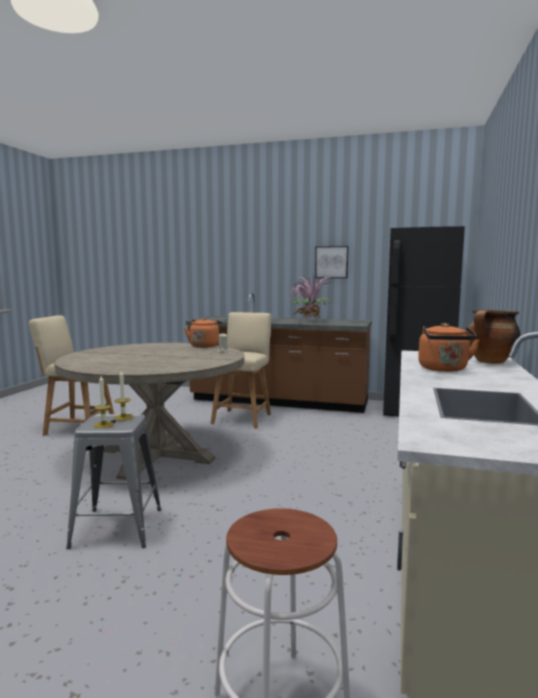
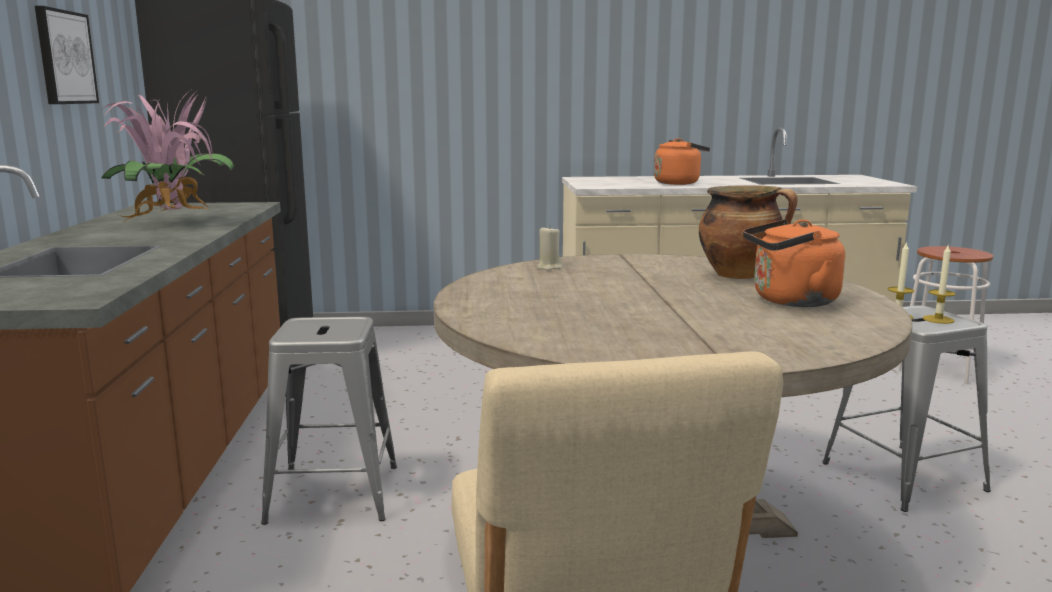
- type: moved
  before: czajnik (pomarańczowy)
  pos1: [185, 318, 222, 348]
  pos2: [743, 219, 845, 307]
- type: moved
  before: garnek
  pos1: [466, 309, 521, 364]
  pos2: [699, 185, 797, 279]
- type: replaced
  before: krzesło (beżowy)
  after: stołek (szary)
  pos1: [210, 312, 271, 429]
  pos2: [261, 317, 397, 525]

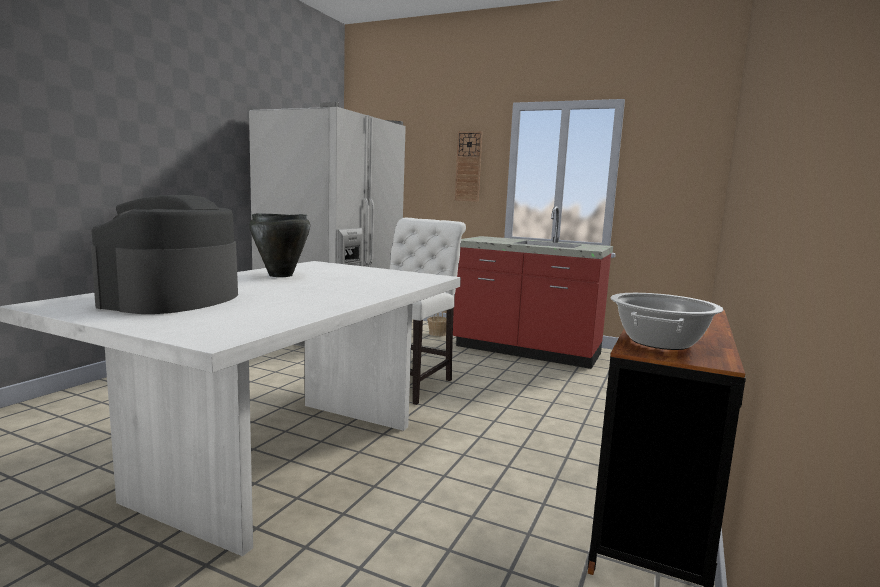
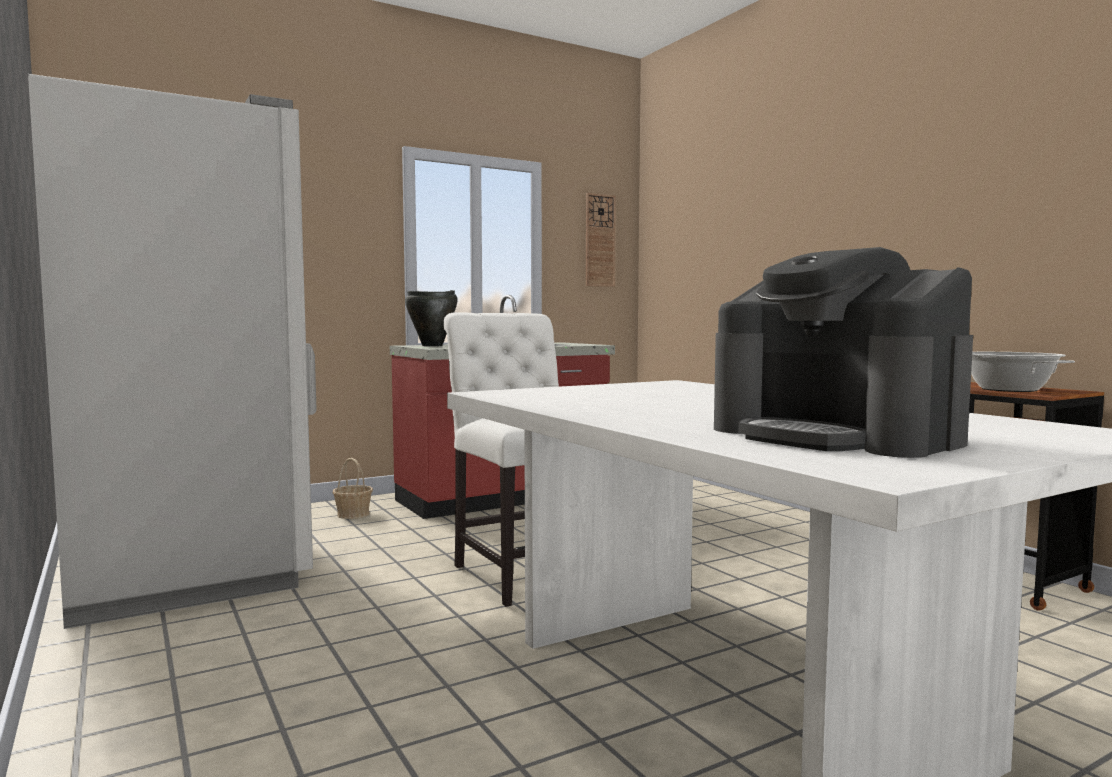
- type: moved
  before: garnek (czarny)
  pos1: [249, 213, 310, 277]
  pos2: [405, 290, 458, 346]
- type: moved
  before: zegar ścienny
  pos1: [455, 131, 483, 202]
  pos2: [586, 193, 616, 287]

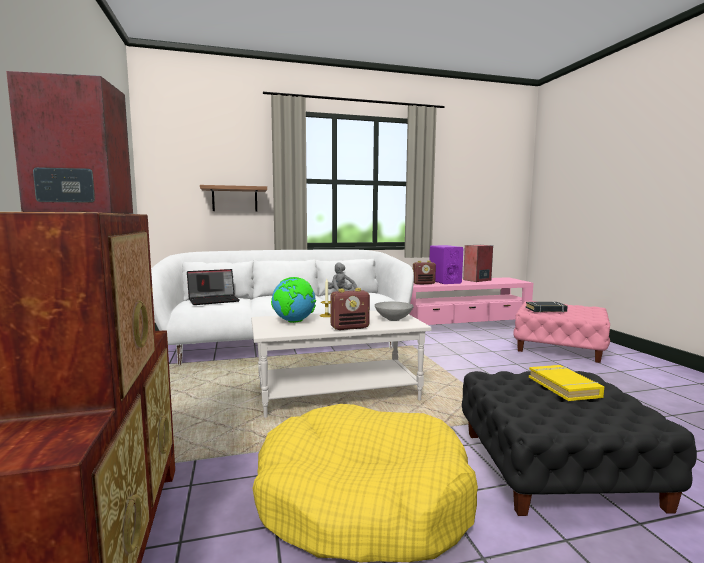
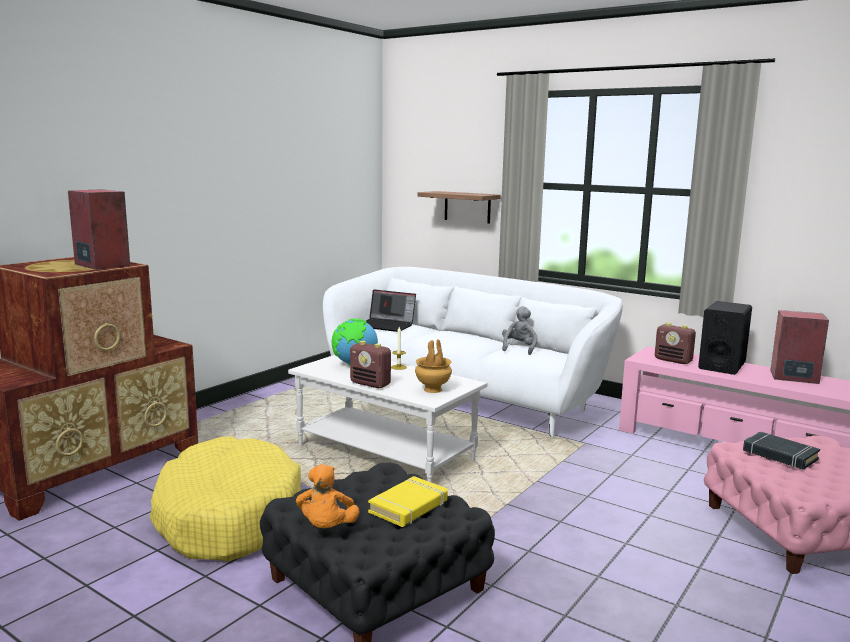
- type: added
  after: pluszak (pomarańczowy)
  pos2: [296, 464, 360, 528]
- type: replaced
  before: miska (szary)
  after: wazon (brązowy)
  pos1: [375, 302, 414, 321]
  pos2: [415, 339, 452, 393]
- type: recoloured
  before: głośnik (fioletowy)
  after: głośnik (czarny)
  pos1: [429, 245, 463, 284]
  pos2: [698, 301, 752, 375]

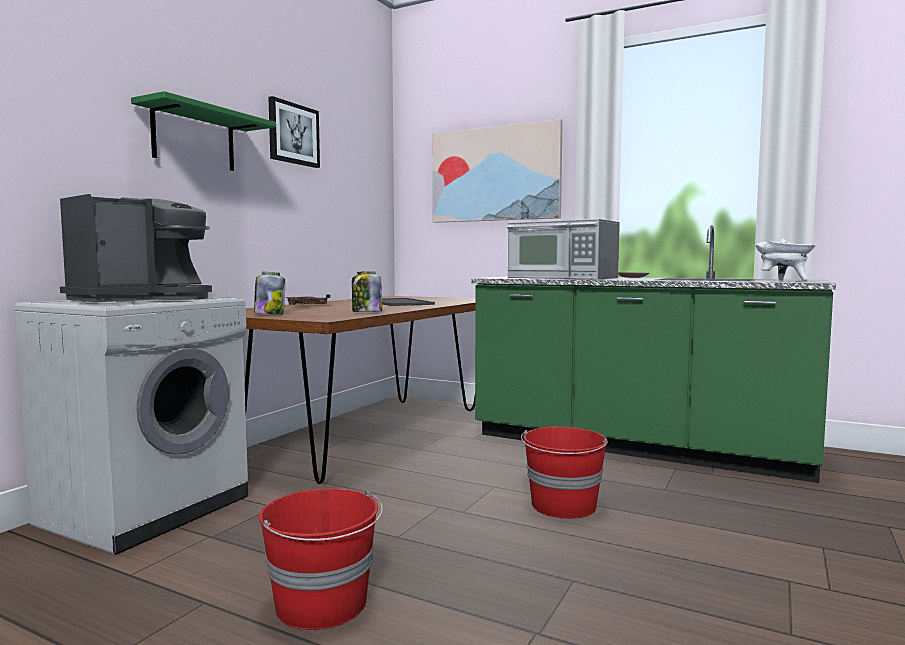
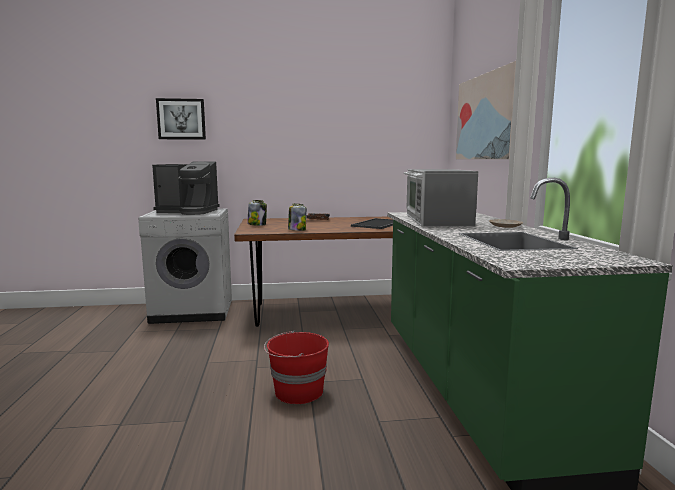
- type: removed
  before: półka (zielony)
  pos1: [131, 91, 276, 171]
- type: removed
  before: wiadro (czerwony)
  pos1: [259, 488, 383, 630]
- type: removed
  before: garnek (biały)
  pos1: [755, 239, 816, 281]
- type: moved
  before: obraz
  pos1: [268, 96, 320, 168]
  pos2: [156, 98, 206, 140]

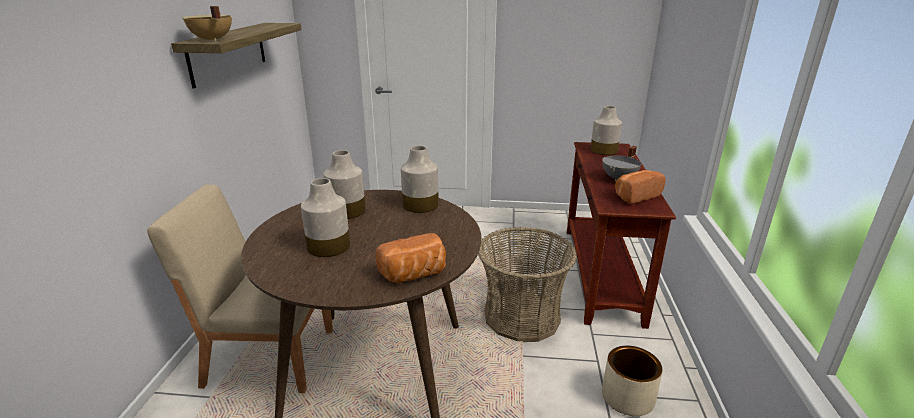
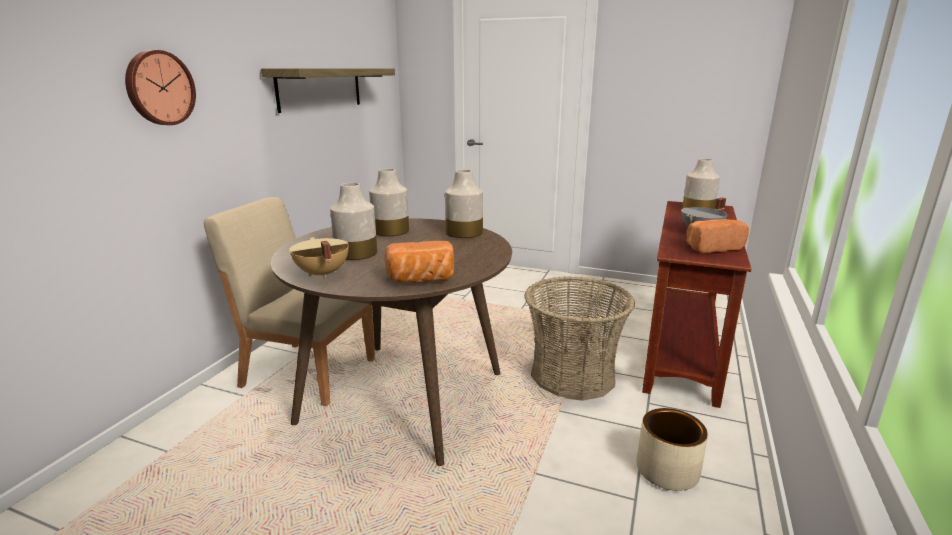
- type: added
  after: zegar ścienny
  pos2: [125, 50, 196, 125]
- type: moved
  before: garnek (beżowy)
  pos1: [183, 6, 232, 42]
  pos2: [289, 237, 349, 279]

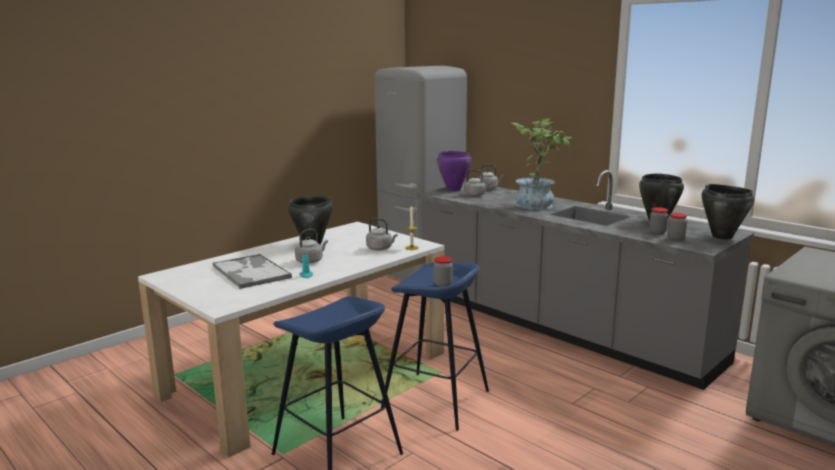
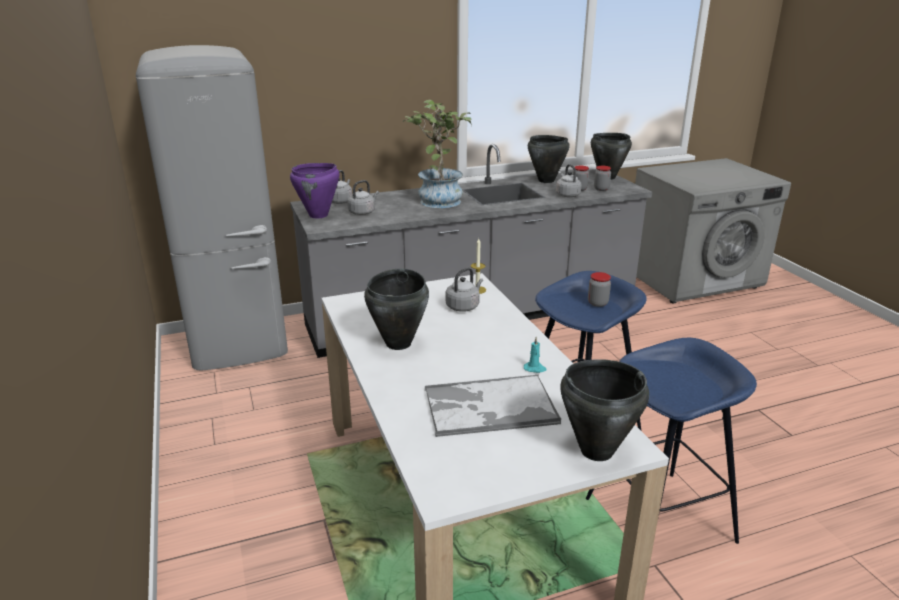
- type: added
  after: garnek (czarny)
  pos2: [560, 359, 649, 461]
- type: moved
  before: czajnik (szary)
  pos1: [295, 229, 328, 264]
  pos2: [556, 164, 581, 197]

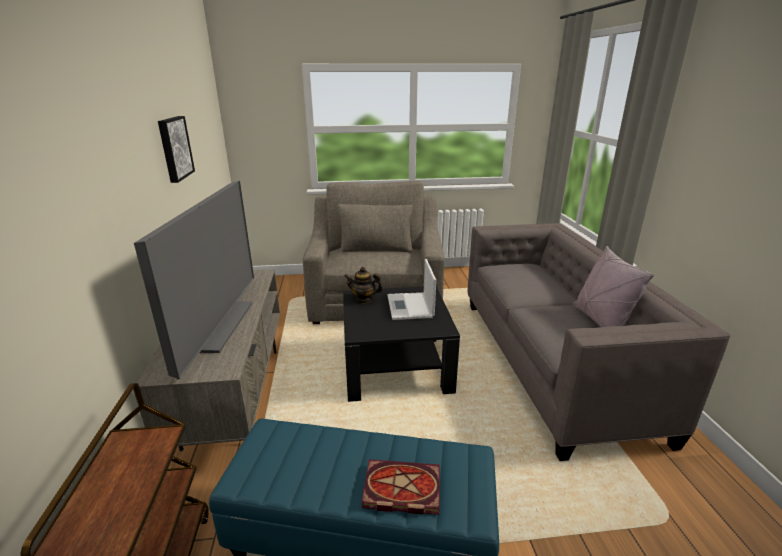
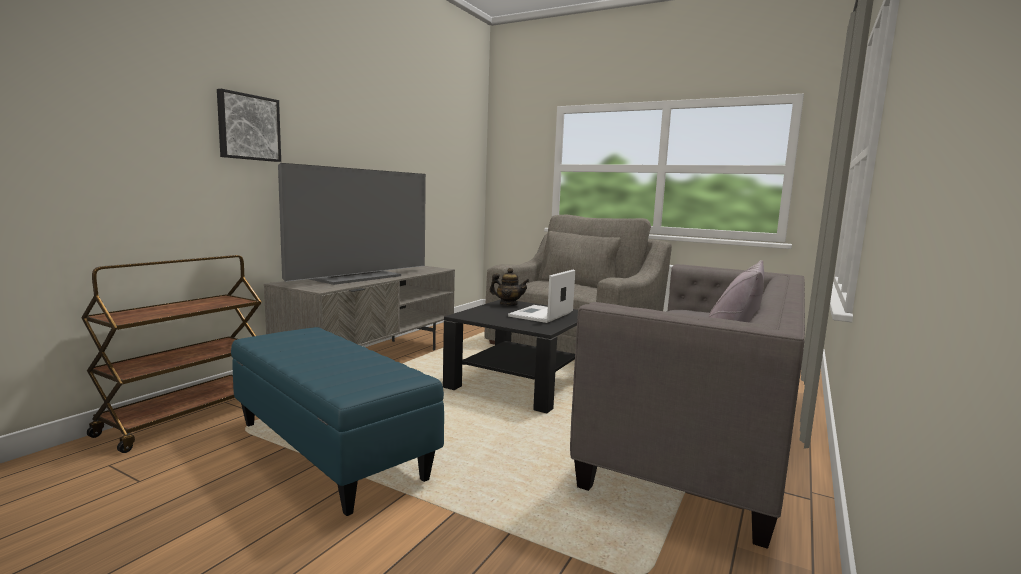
- type: removed
  before: książka
  pos1: [361, 459, 440, 515]
- type: moved
  before: obraz
  pos1: [158, 116, 195, 183]
  pos2: [217, 89, 281, 162]
- type: turned
  before: imbryk
  pos1: [345, 267, 383, 303]
  pos2: [490, 268, 529, 306]
  turn: 150

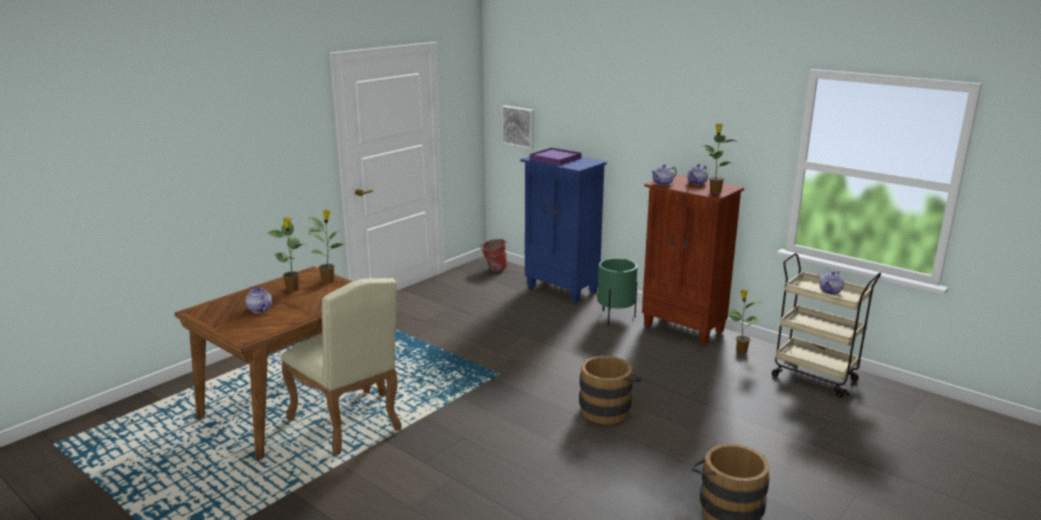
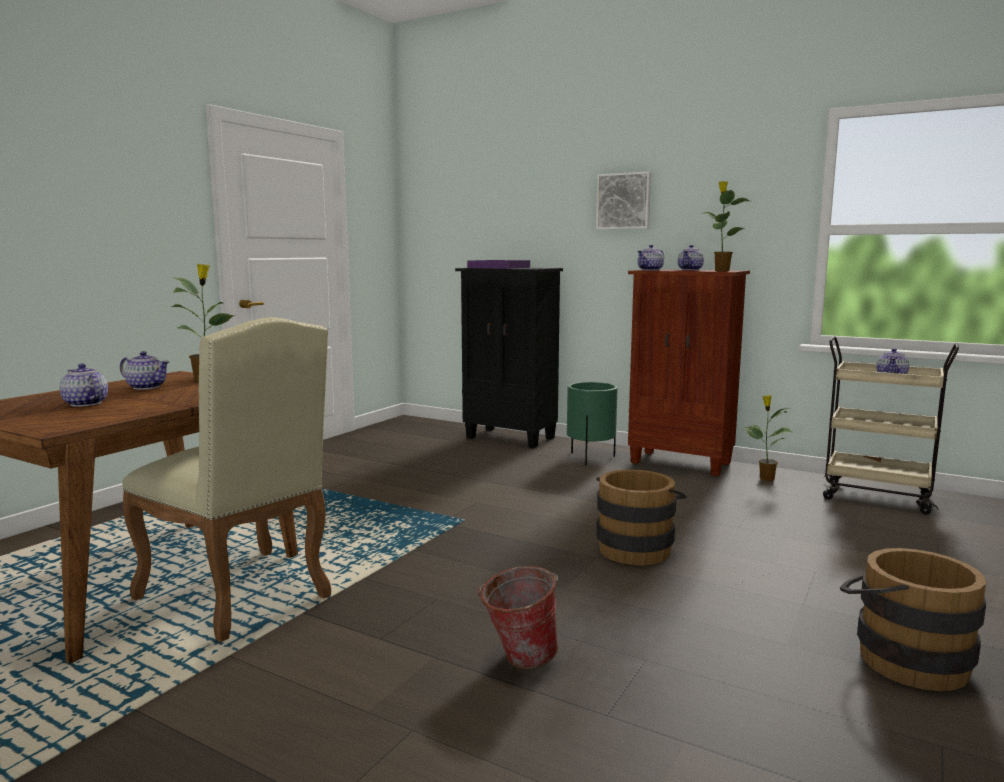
- type: moved
  before: wiadro
  pos1: [480, 239, 508, 272]
  pos2: [477, 566, 559, 669]
- type: moved
  before: obraz
  pos1: [502, 105, 534, 149]
  pos2: [596, 172, 651, 230]
- type: replaced
  before: roślina doniczkowa
  after: imbryk
  pos1: [267, 217, 307, 292]
  pos2: [120, 351, 169, 390]
- type: recoloured
  before: szafka (niebieski)
  after: szafka (czarny)
  pos1: [520, 157, 607, 303]
  pos2: [455, 268, 563, 448]

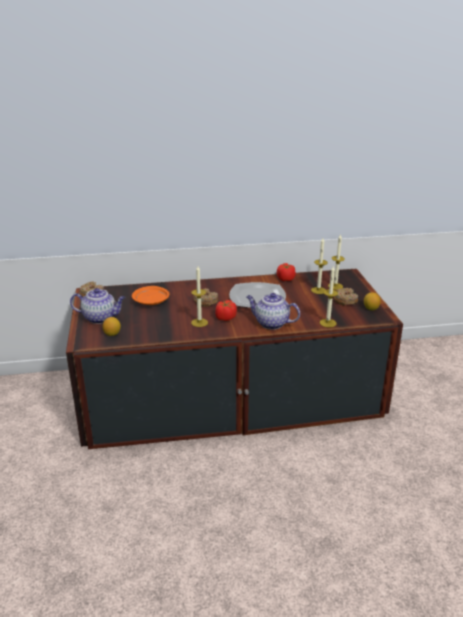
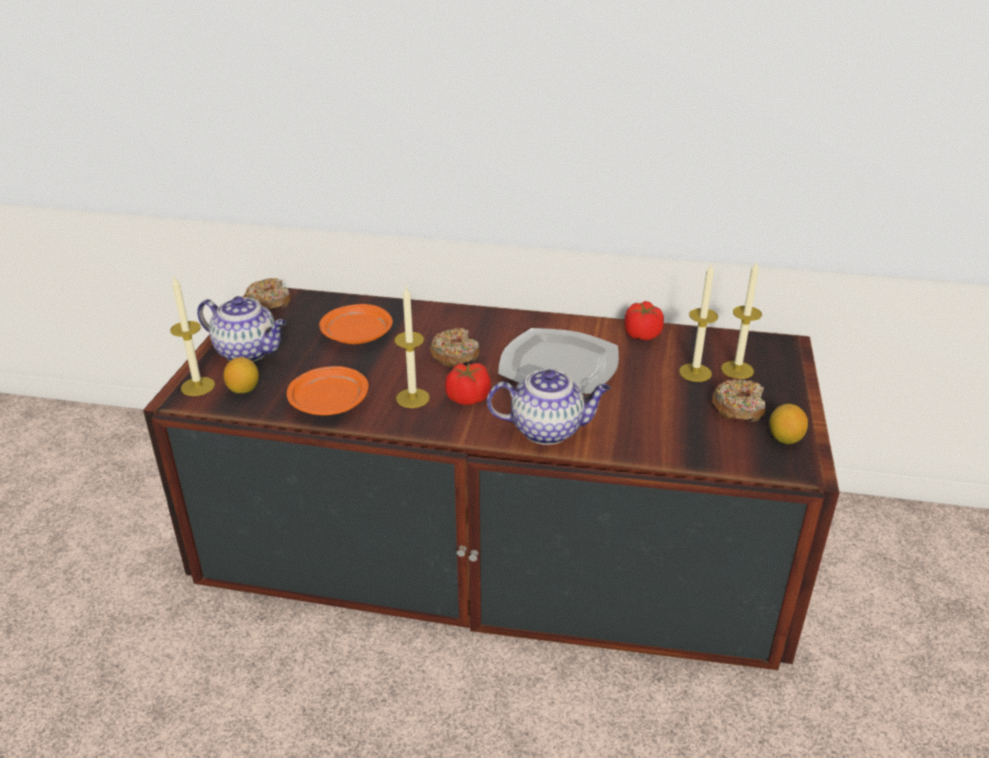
- type: added
  after: talerz (pomarańczowy)
  pos2: [287, 366, 369, 416]
- type: moved
  before: świeca
  pos1: [320, 266, 338, 327]
  pos2: [170, 277, 215, 396]
- type: turned
  before: imbryk
  pos1: [246, 293, 300, 330]
  pos2: [487, 369, 610, 445]
  turn: 135

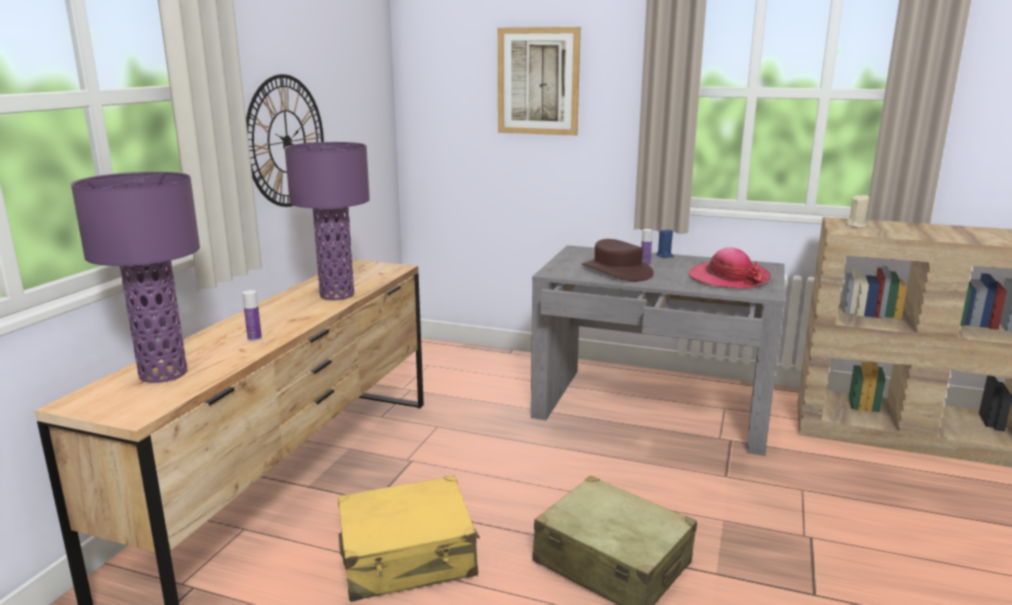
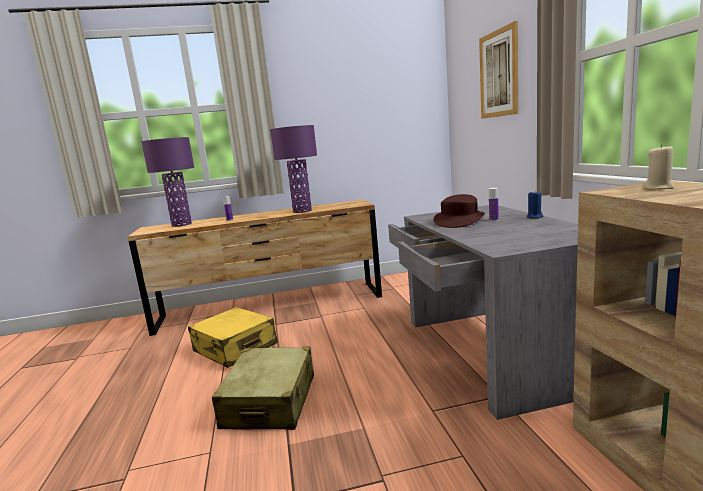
- type: removed
  before: zegar ścienny
  pos1: [246, 74, 324, 207]
- type: removed
  before: kapelusz
  pos1: [688, 247, 771, 288]

